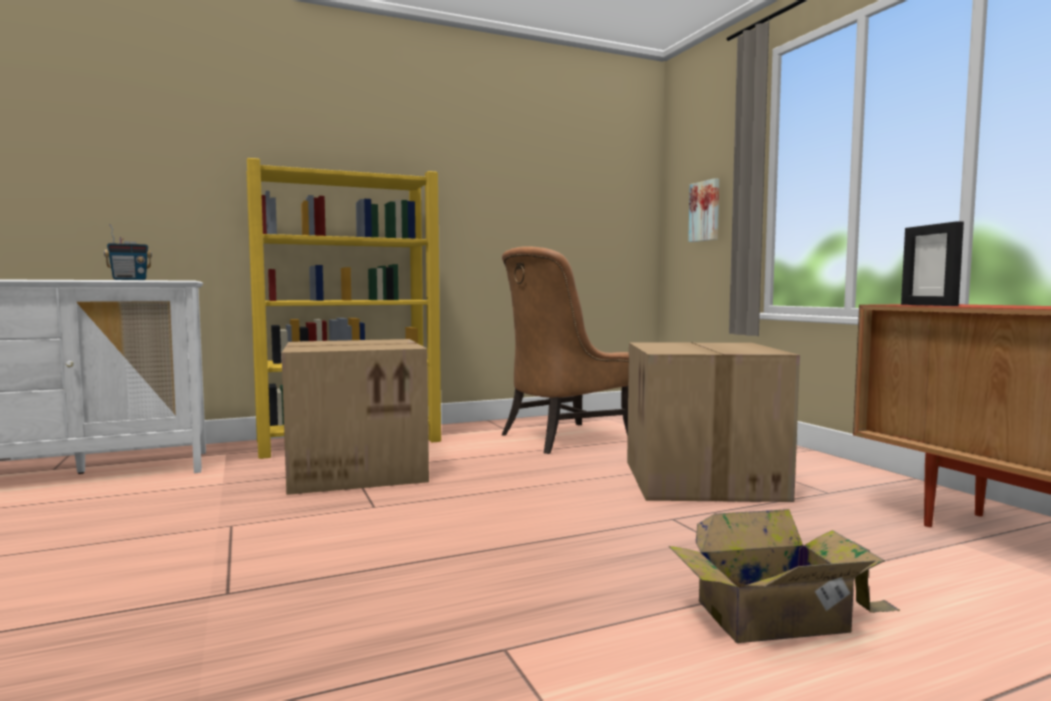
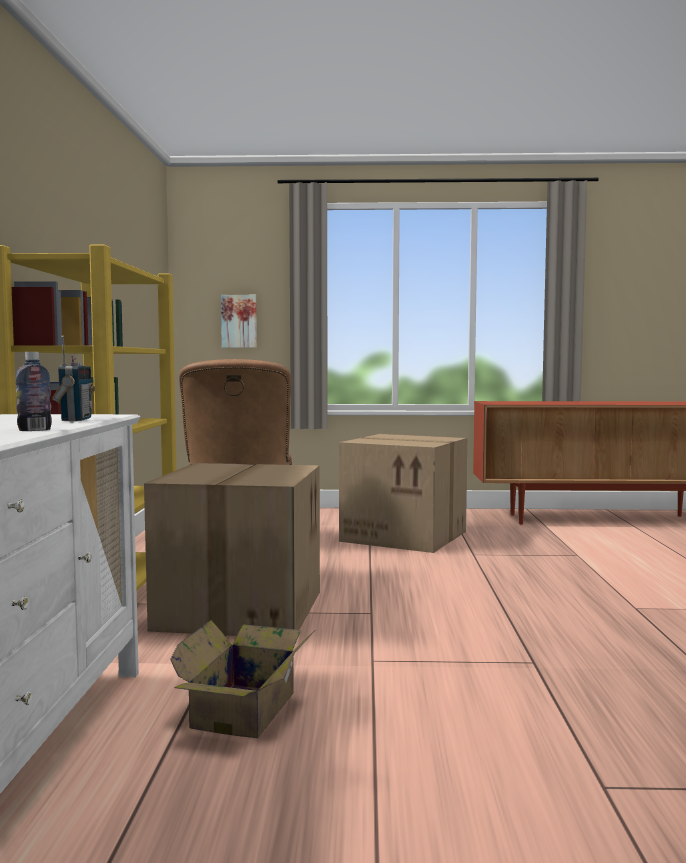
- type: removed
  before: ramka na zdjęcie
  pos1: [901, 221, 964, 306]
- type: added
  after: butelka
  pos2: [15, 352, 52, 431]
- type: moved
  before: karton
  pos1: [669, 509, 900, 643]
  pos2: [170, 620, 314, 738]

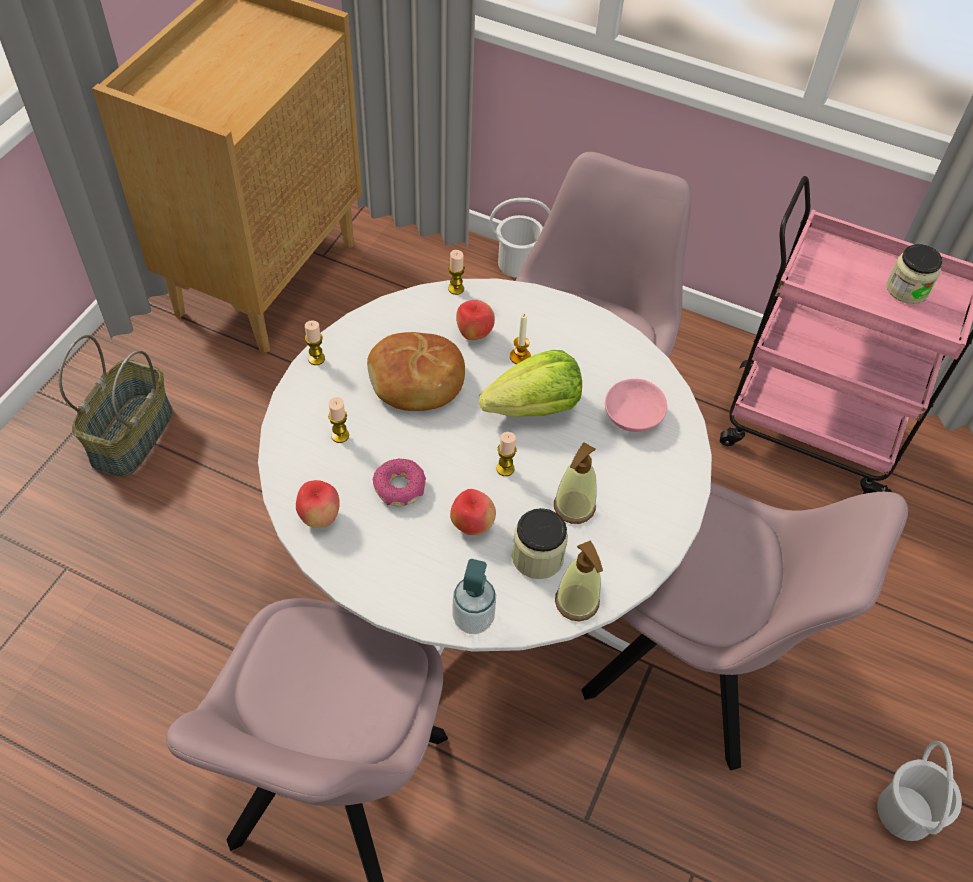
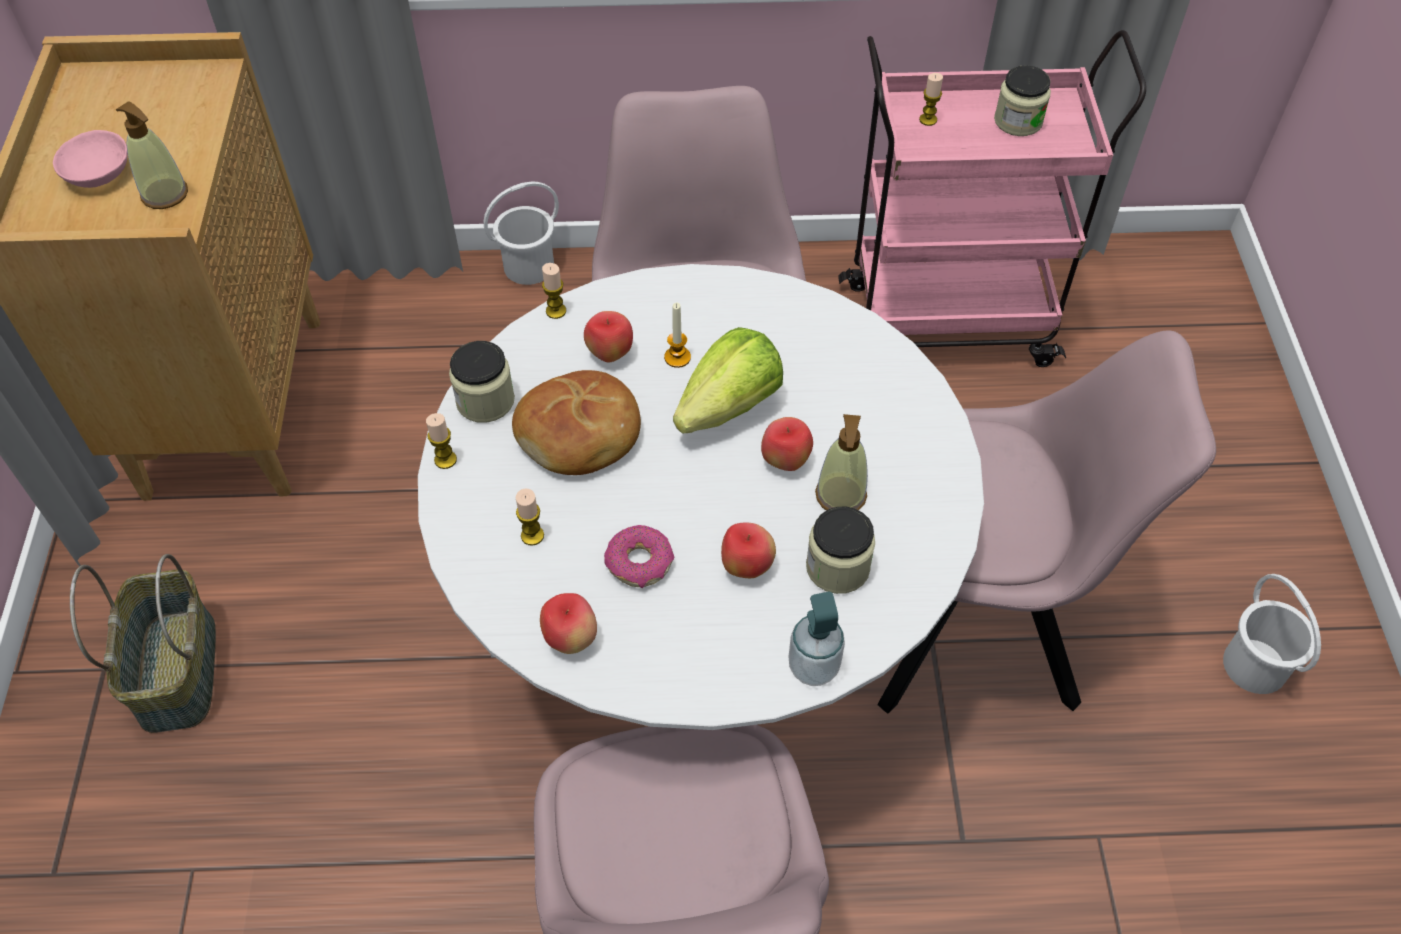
- type: added
  after: słoik
  pos2: [449, 341, 515, 423]
- type: added
  after: jabłko
  pos2: [761, 417, 813, 471]
- type: moved
  before: świeca
  pos1: [496, 432, 517, 476]
  pos2: [919, 73, 943, 126]
- type: moved
  before: dozownik mydła
  pos1: [555, 540, 603, 621]
  pos2: [116, 101, 188, 209]
- type: moved
  before: miska (różowy)
  pos1: [605, 379, 667, 432]
  pos2: [53, 130, 128, 188]

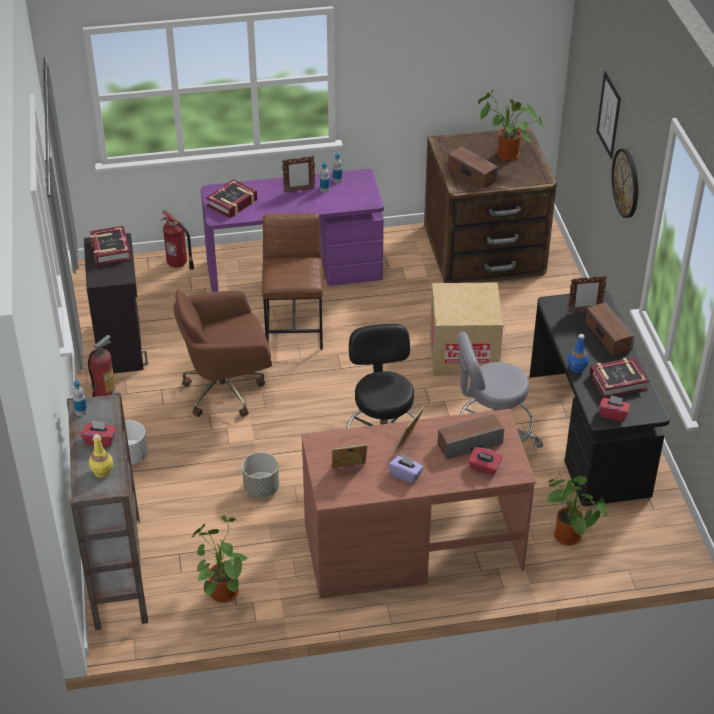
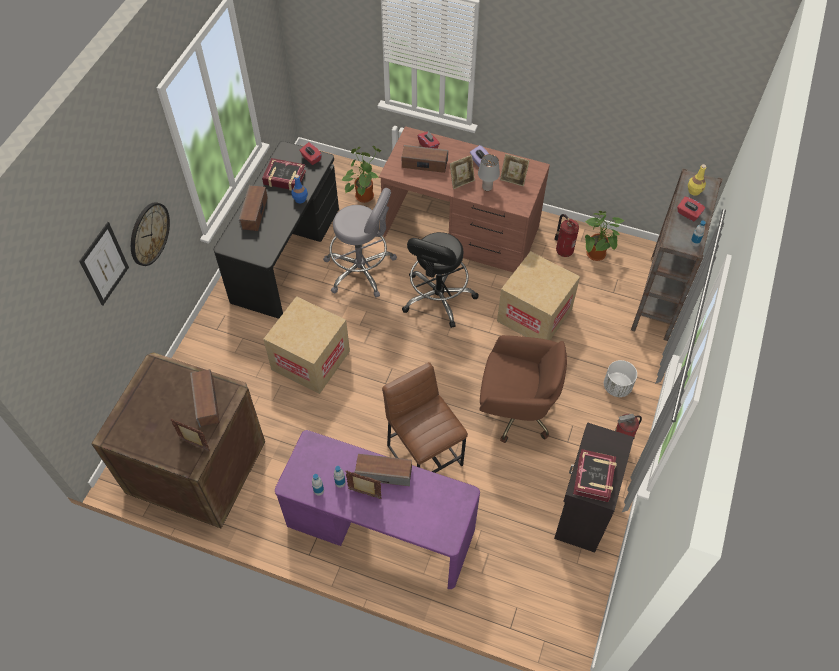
- type: removed
  before: książka
  pos1: [206, 179, 258, 218]
- type: removed
  before: roślina doniczkowa
  pos1: [478, 90, 543, 160]
- type: added
  after: głośnik
  pos2: [354, 454, 412, 486]
- type: added
  after: lampa stołowa (szary)
  pos2: [478, 154, 500, 191]
- type: moved
  before: gaśnica
  pos1: [162, 210, 194, 270]
  pos2: [554, 214, 579, 257]
- type: moved
  before: ramka na zdjęcie
  pos1: [568, 276, 607, 313]
  pos2: [170, 419, 210, 451]
- type: replaced
  before: donica (szary)
  after: karton
  pos1: [242, 452, 279, 498]
  pos2: [497, 251, 580, 340]
- type: turned
  before: krzesło (brązowy)
  pos1: [262, 213, 323, 350]
  pos2: [382, 362, 468, 473]
  turn: 120

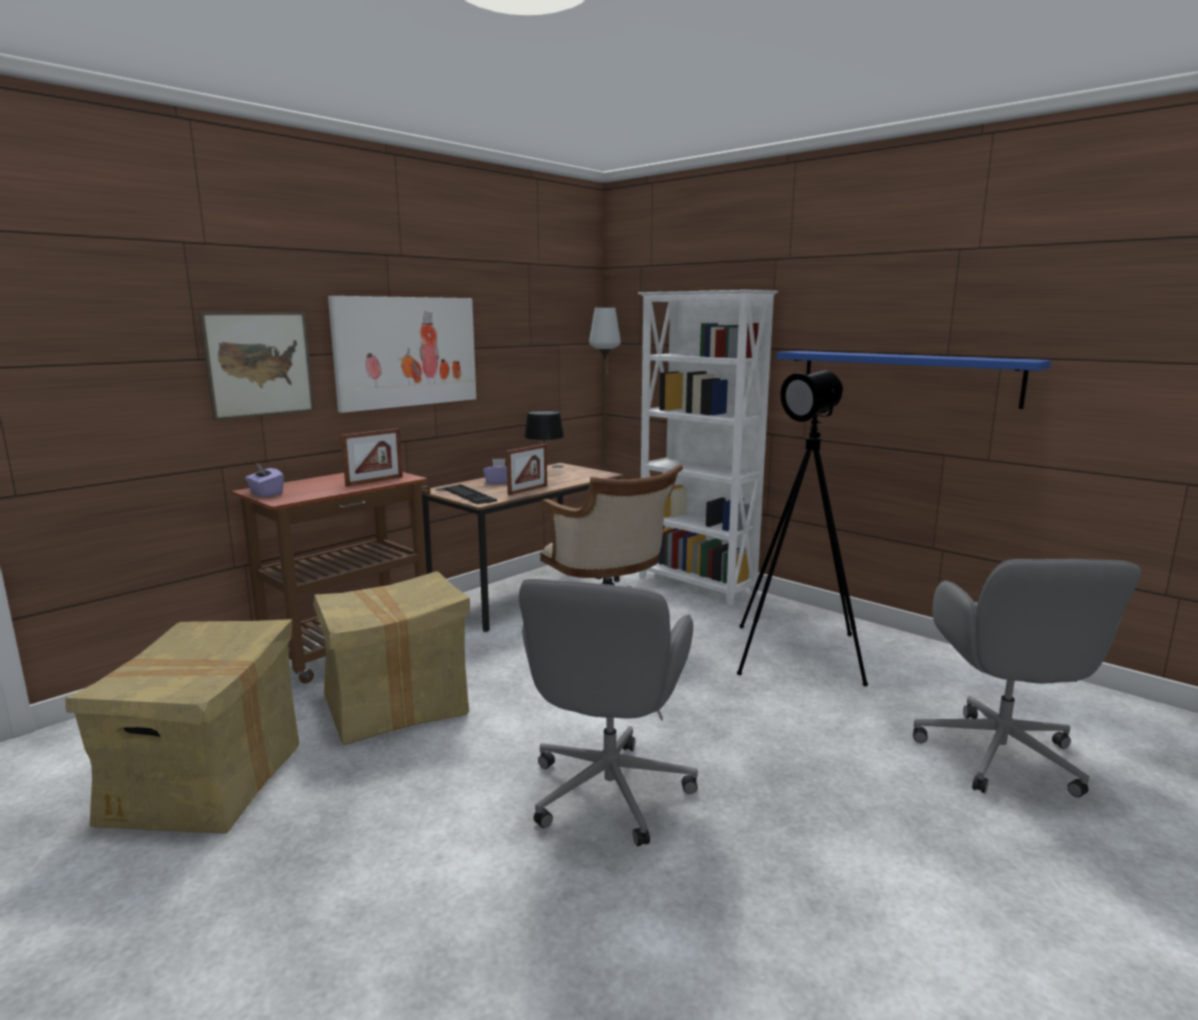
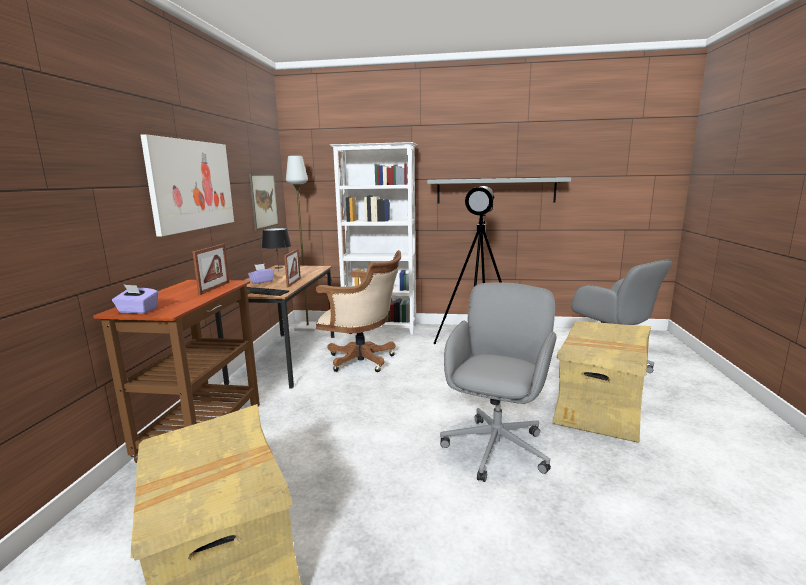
- type: moved
  before: obraz
  pos1: [199, 312, 315, 421]
  pos2: [249, 174, 279, 230]
- type: moved
  before: karton
  pos1: [313, 571, 470, 745]
  pos2: [552, 321, 651, 443]
- type: recoloured
  before: półka (niebieski)
  after: półka (szary)
  pos1: [777, 351, 1051, 409]
  pos2: [427, 177, 571, 204]
- type: turned
  before: krzesło biurowe (szary)
  pos1: [519, 579, 698, 846]
  pos2: [440, 282, 557, 482]
  turn: -135

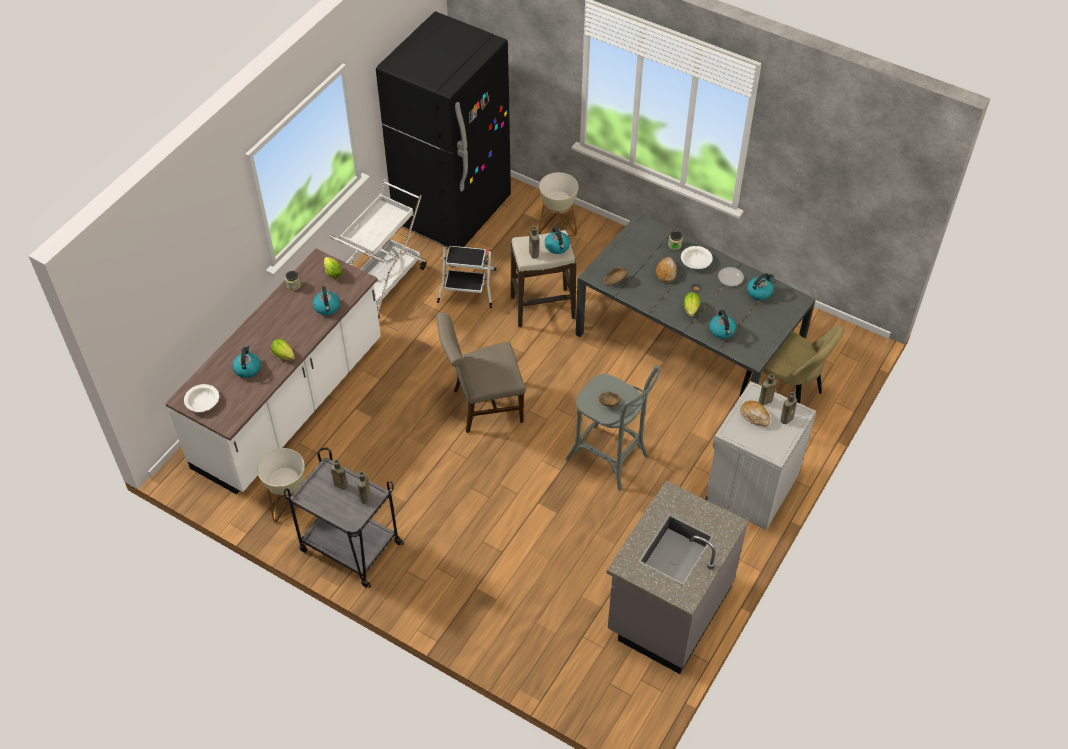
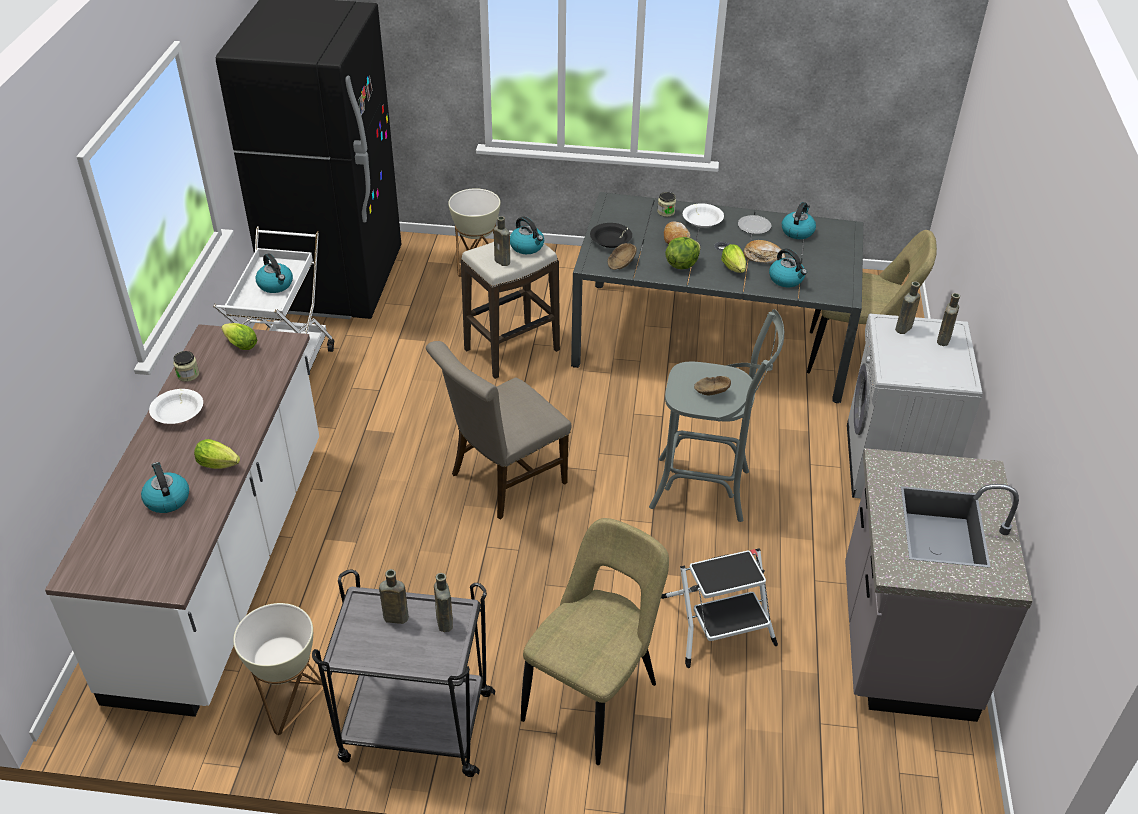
- type: added
  after: krzesło (beżowy)
  pos2: [521, 518, 669, 765]
- type: added
  after: miska (czarny)
  pos2: [590, 223, 632, 248]
- type: added
  after: sałata
  pos2: [665, 237, 701, 269]
- type: moved
  before: miska (biały)
  pos1: [184, 384, 219, 412]
  pos2: [149, 389, 203, 424]
- type: moved
  before: czajnik
  pos1: [313, 286, 340, 315]
  pos2: [255, 253, 293, 293]
- type: moved
  before: drabinka
  pos1: [437, 245, 496, 308]
  pos2: [661, 548, 778, 668]
- type: moved
  before: chleb
  pos1: [740, 401, 770, 427]
  pos2: [743, 240, 786, 264]

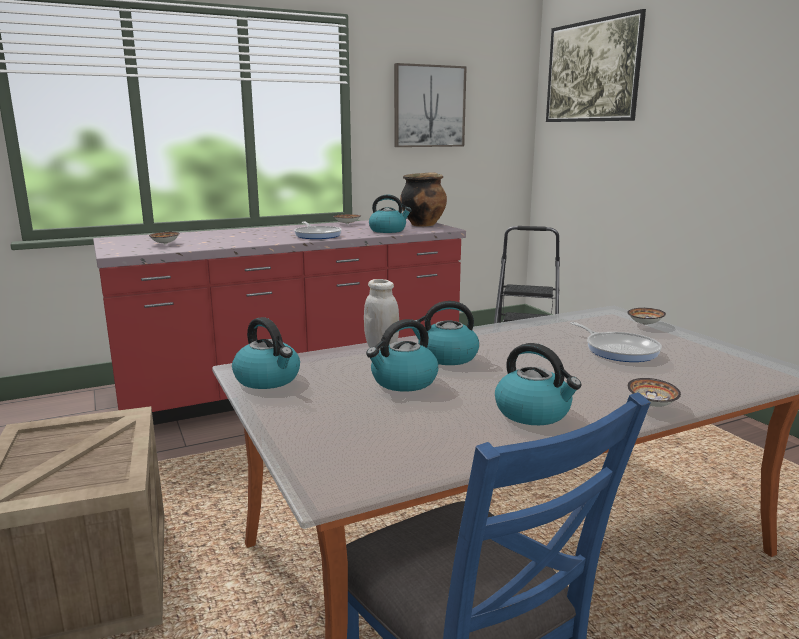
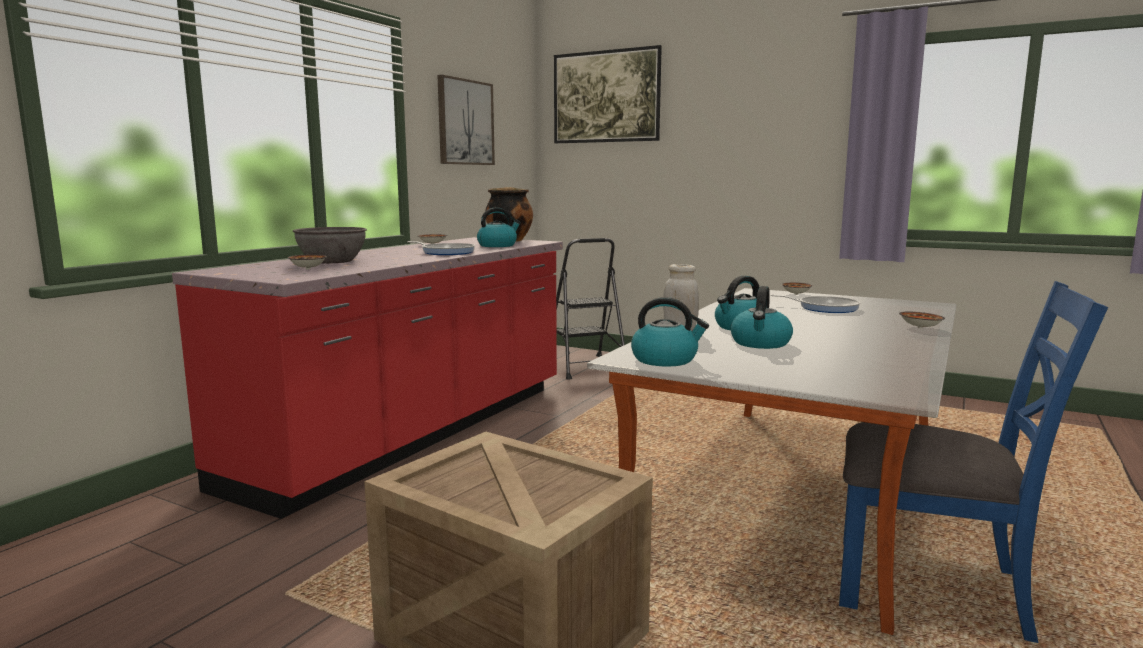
- type: removed
  before: czajnik
  pos1: [495, 343, 582, 425]
- type: added
  after: miska (szary)
  pos2: [293, 227, 367, 263]

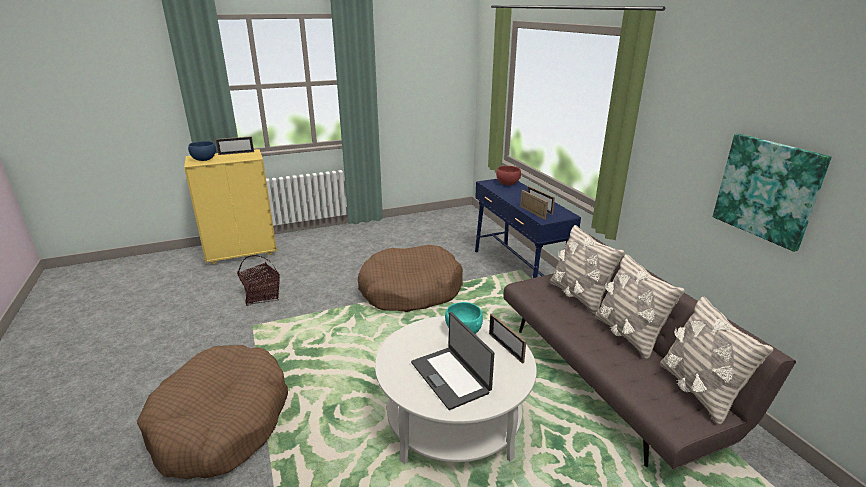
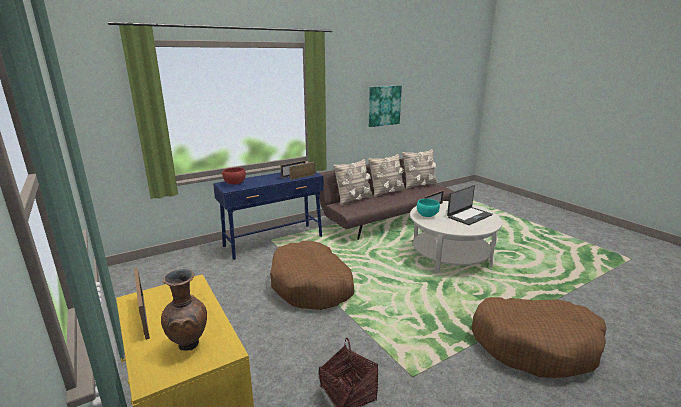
- type: replaced
  before: miska (niebieski)
  after: wazon (brązowy)
  pos1: [188, 141, 217, 161]
  pos2: [161, 269, 207, 351]

